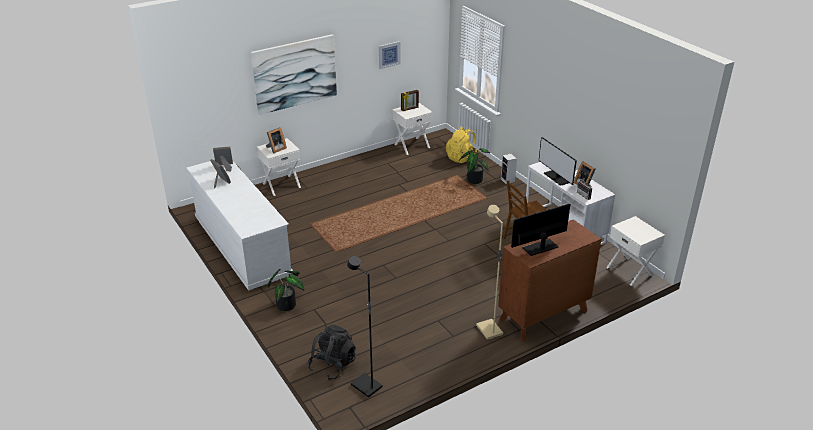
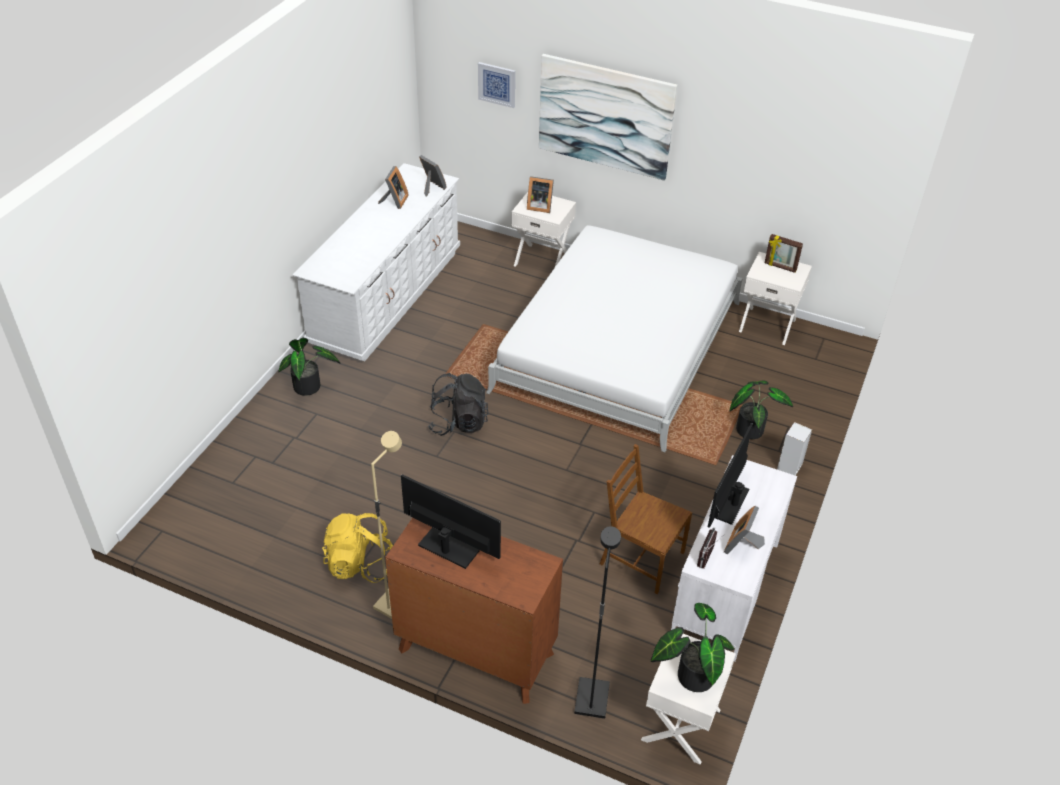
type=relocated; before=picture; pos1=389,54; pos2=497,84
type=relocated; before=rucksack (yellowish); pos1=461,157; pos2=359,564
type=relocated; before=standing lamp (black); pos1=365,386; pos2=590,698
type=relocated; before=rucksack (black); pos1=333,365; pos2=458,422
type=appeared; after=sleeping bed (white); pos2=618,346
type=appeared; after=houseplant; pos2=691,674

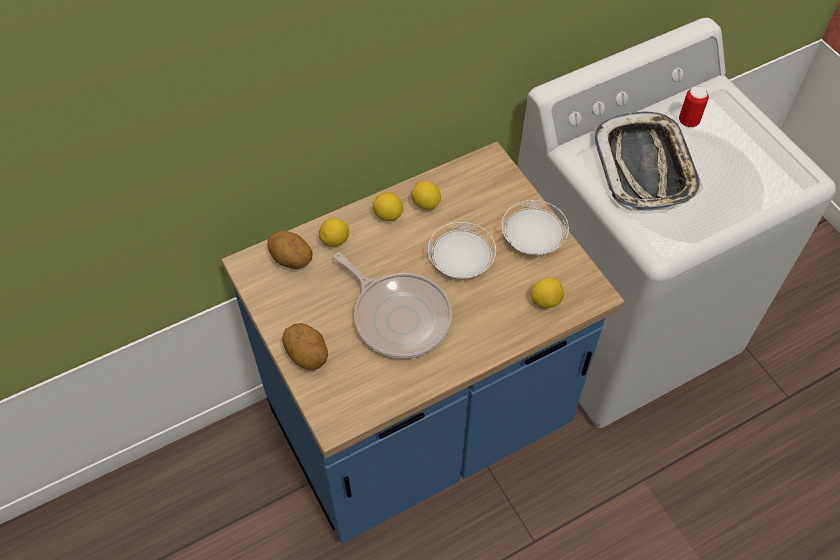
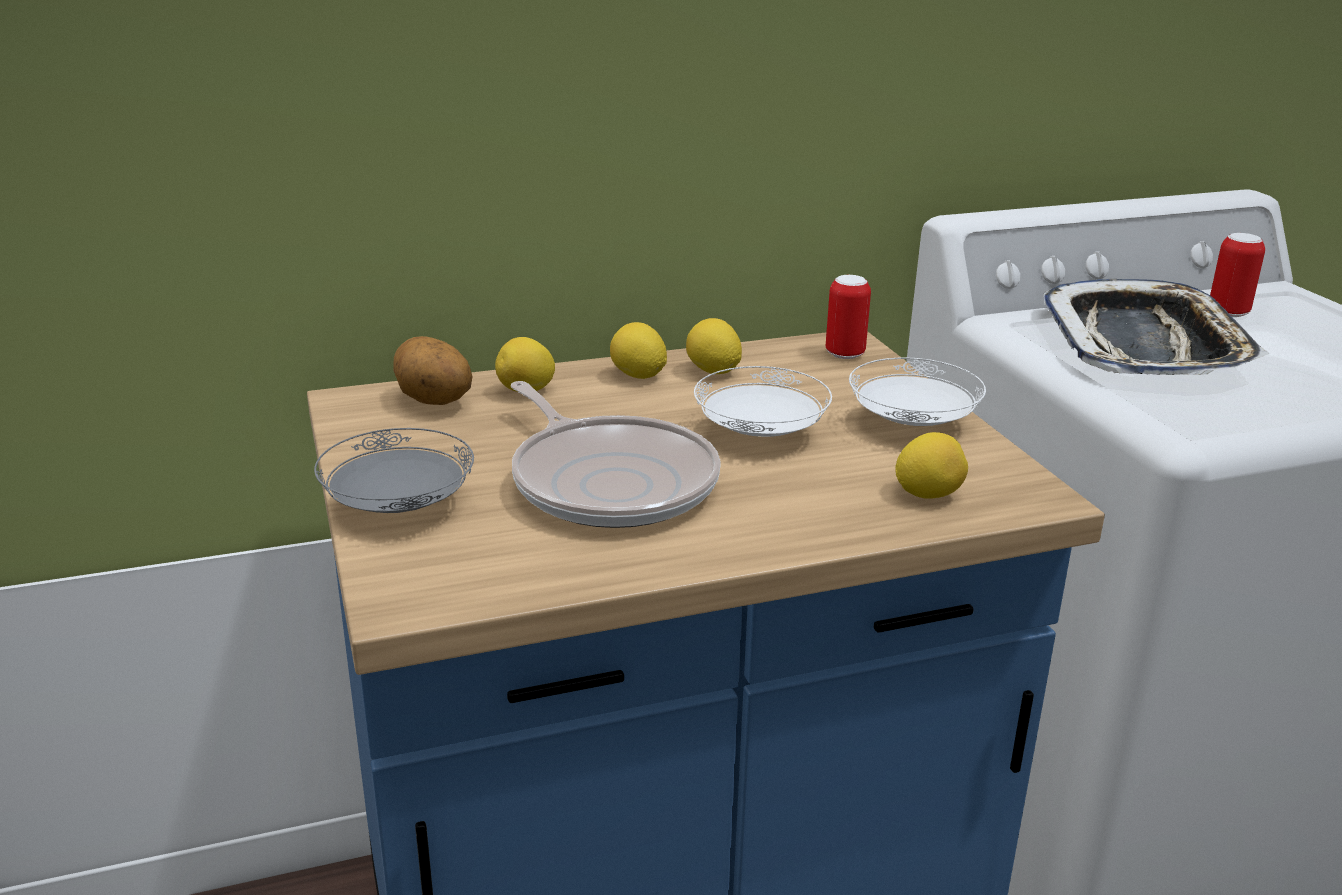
type=exchanged; before=potato; after=flat dish (greyish); pos1=307,355; pos2=398,507
type=appeared; after=sealed can; pos2=845,353

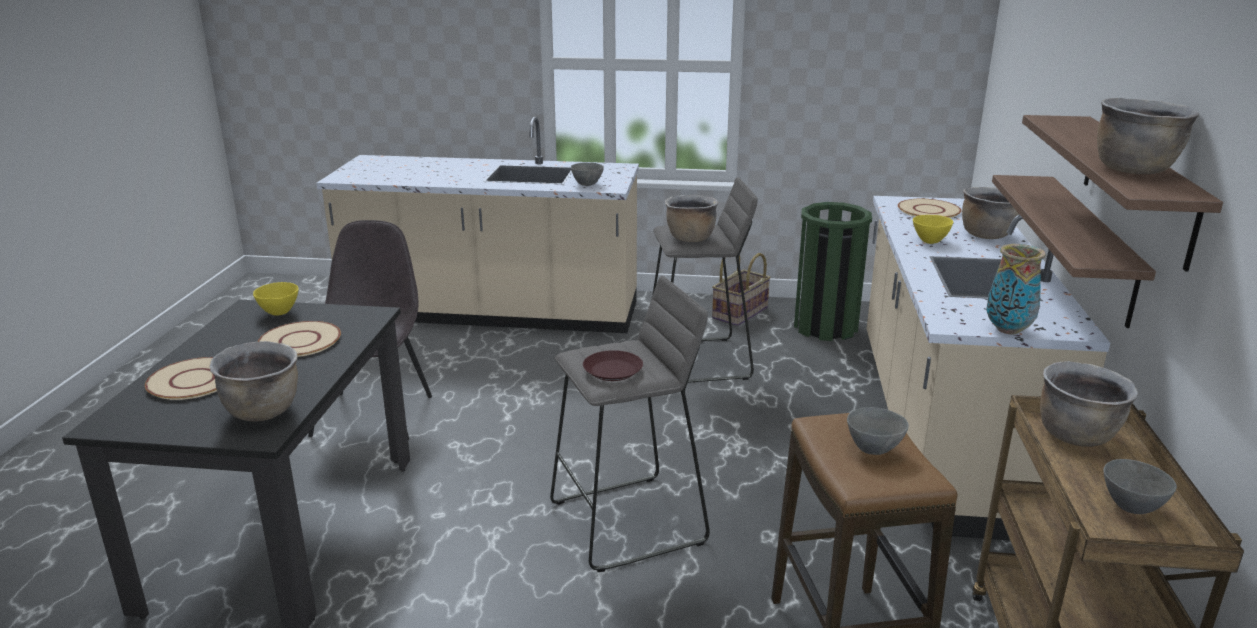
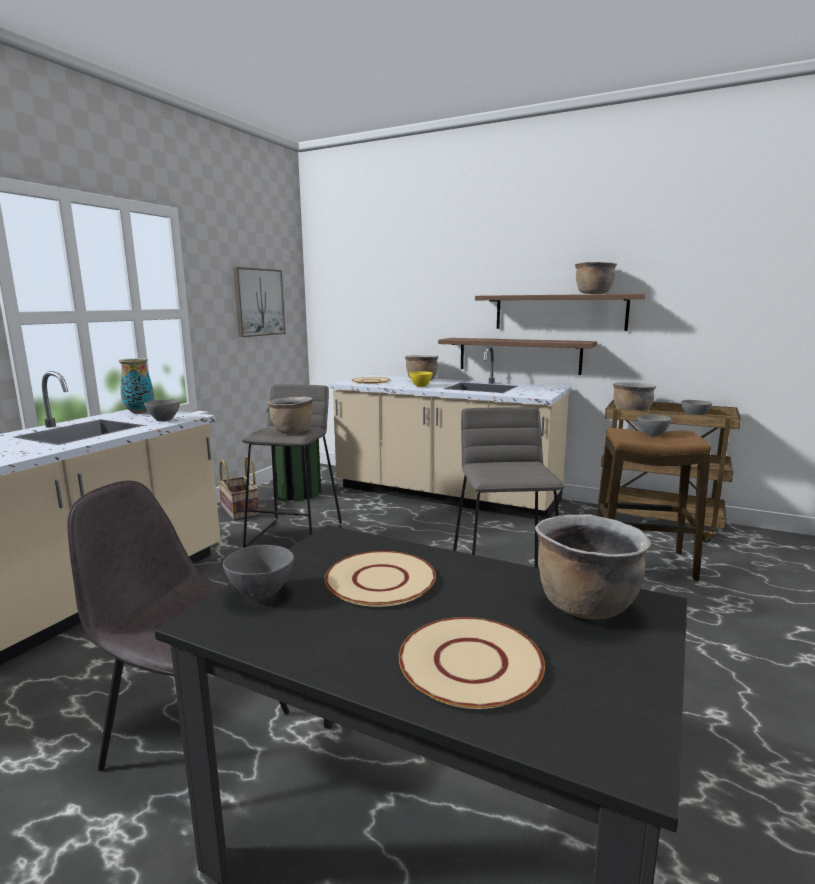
type=relocated; before=vase; pos1=1007,330; pos2=139,412
type=colour; before=serving bowl (yellowish); after=serving bowl (greyish); pos1=279,313; pos2=262,593
type=missing; before=flat dish (brown-coloured); pos1=612,371
type=appeared; after=picture; pos2=259,302

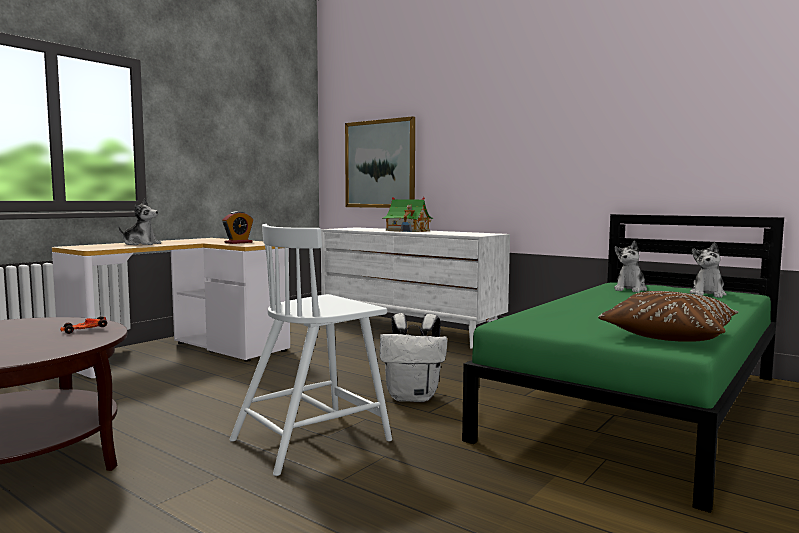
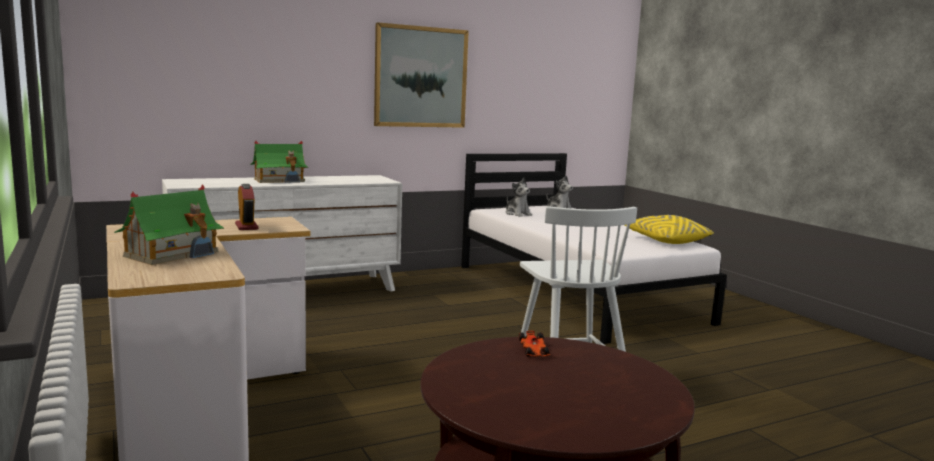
type=relocated; before=picture; pos1=380,164; pos2=421,77
type=exchanged; before=plush toy; after=toy house; pos1=141,244; pos2=172,254
type=colour; before=sleeping bed (green); after=sleeping bed (white); pos1=641,405; pos2=576,292
type=colour; before=cushion (brown-coloured); after=cushion (yellowish); pos1=668,335; pos2=666,240
type=missing; before=rucksack (white); pos1=413,397

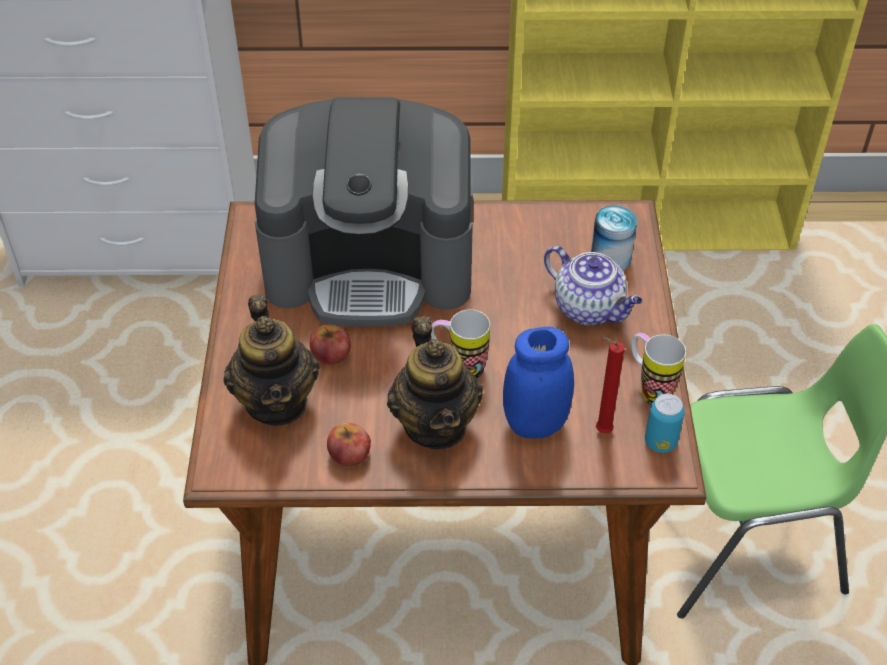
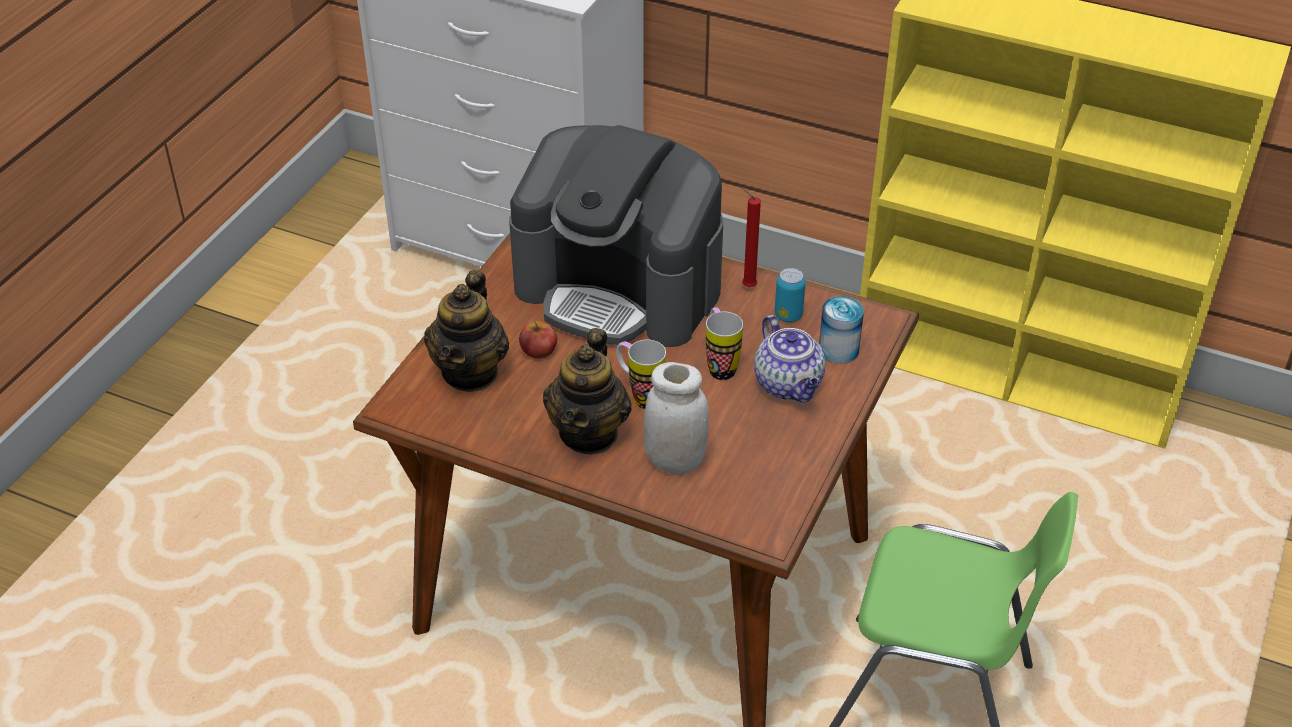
type=colour; before=preserve jar (blue-coloured); after=preserve jar (white); pos1=535,424; pos2=675,461
type=relocated; before=mug; pos1=649,389; pos2=719,365
type=relocated; before=candle (red-coloured); pos1=600,431; pos2=747,286
type=relocated; before=sealed can; pos1=660,442; pos2=788,315
type=missing; before=apple fruit; pos1=349,454

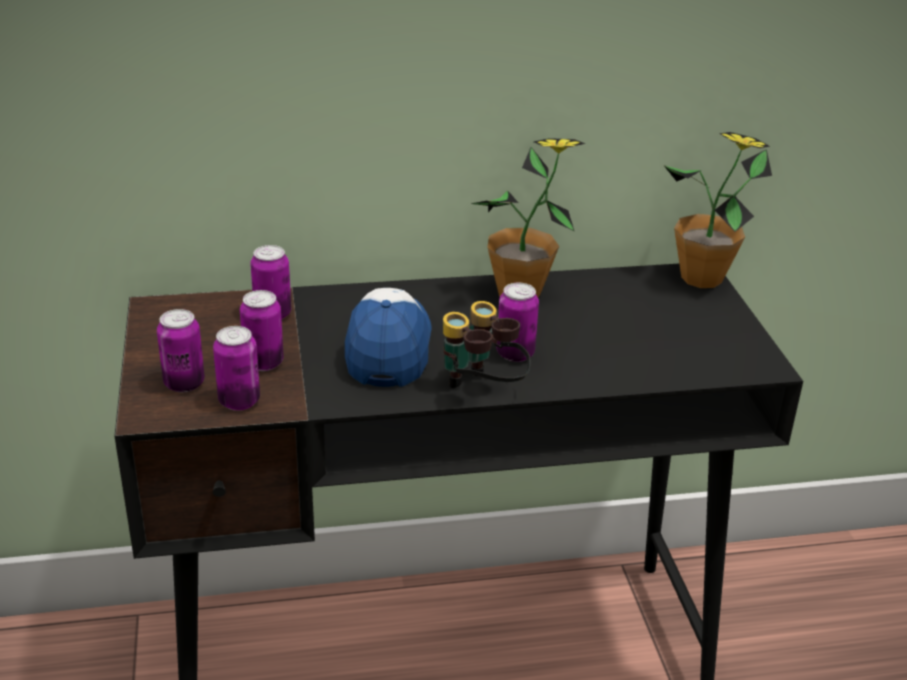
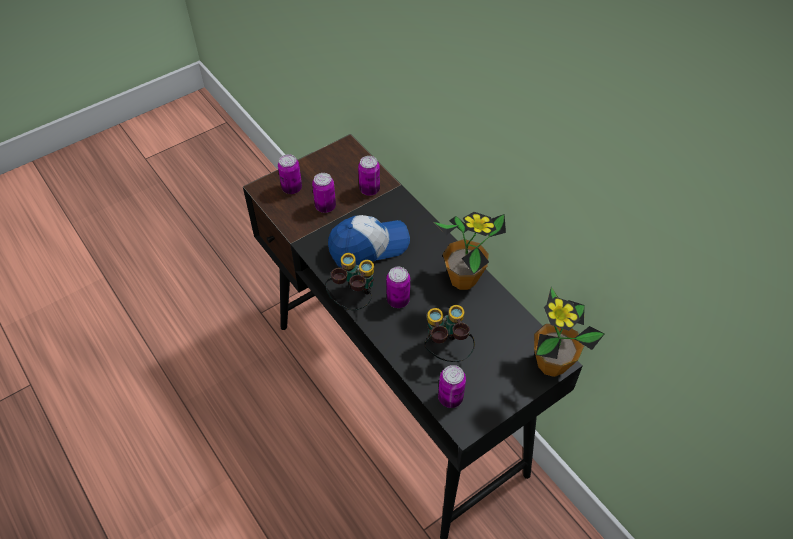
type=relocated; before=sealed can; pos1=239,401; pos2=450,398
type=appeared; after=binoculars; pos2=446,350

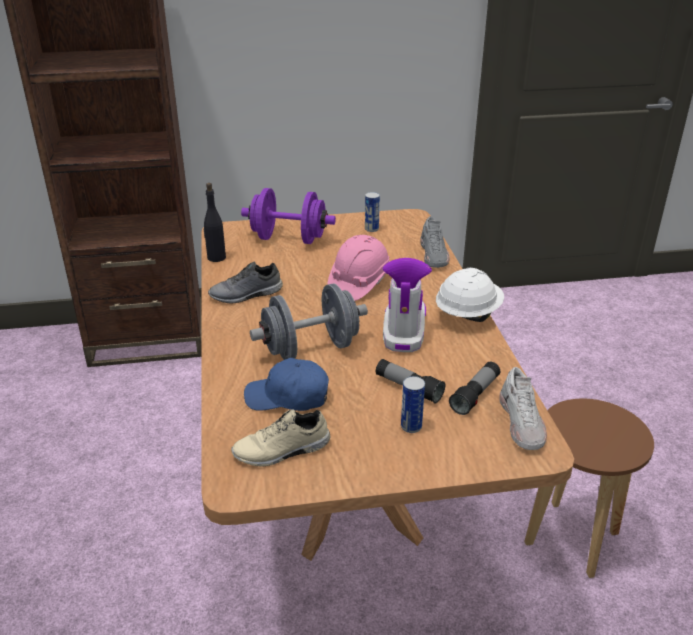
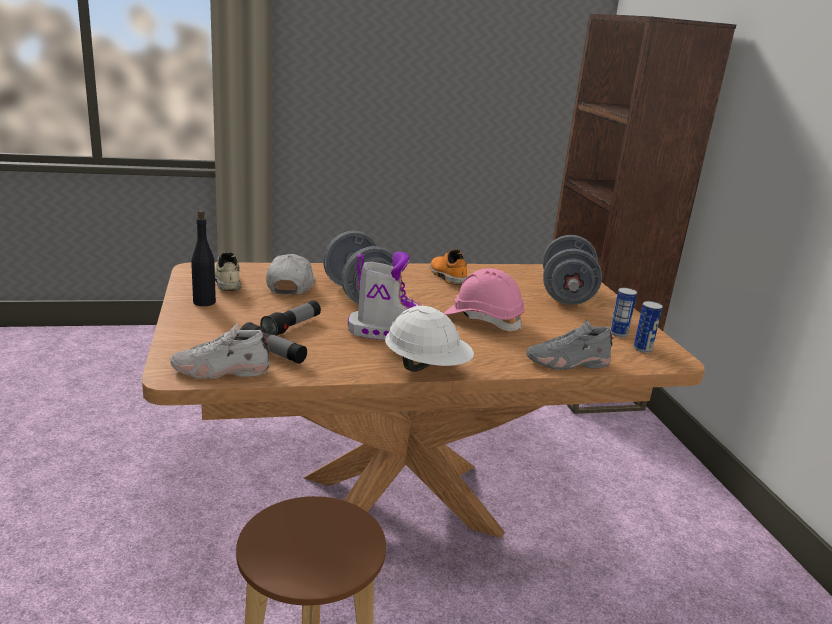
type=relocated; before=bottle (black); pos1=216,258; pos2=204,302
type=colour; before=hand weight (purple-coloured); after=hand weight (greyish); pos1=289,239; pos2=566,294
type=colour; before=item of footwear (greyish); after=item of footwear (orange-coloured); pos1=246,295; pos2=447,276
type=colour; before=cap (blue-coloured); after=cap (white); pos1=288,397; pos2=291,285
type=relocated; before=sealed can; pos1=411,426; pos2=642,349

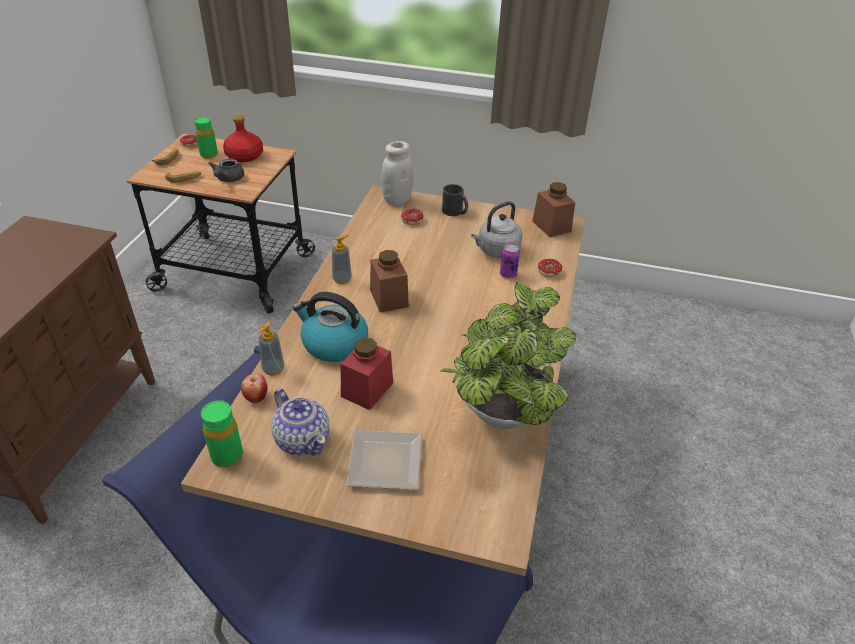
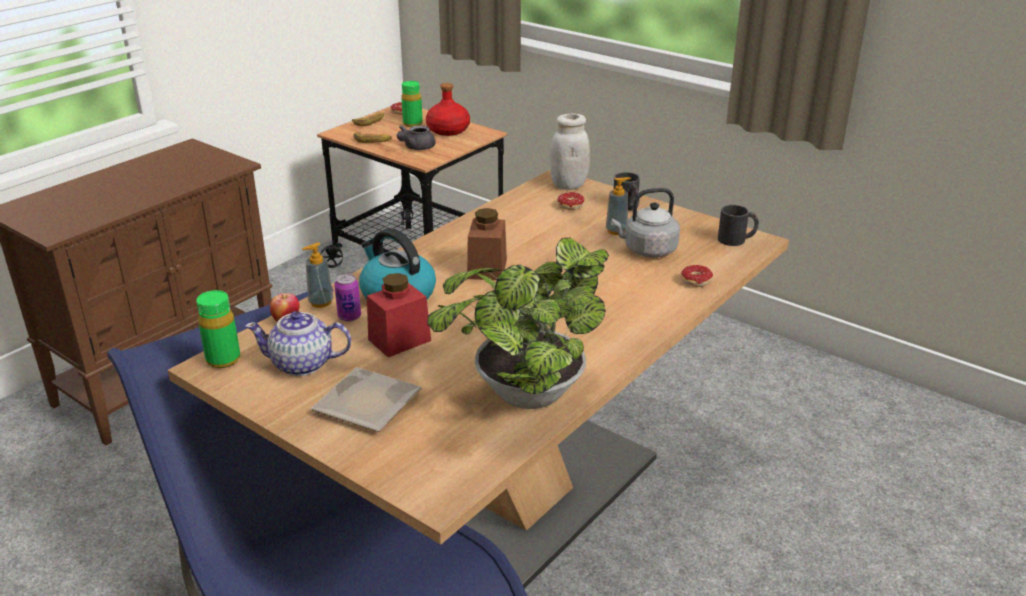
type=exchanged; before=preserve jar (brown-coloured); after=mug (black); pos1=551,226; pos2=737,239
type=relocated; before=liquid soap bottle; pos1=342,279; pos2=616,231
type=relocated; before=sealed can; pos1=508,274; pos2=349,317
type=spun; before=teapot; pos1=302,439; pos2=303,364; turn=105

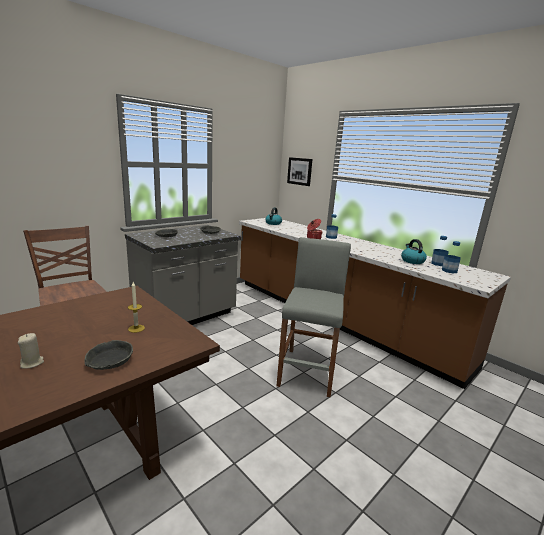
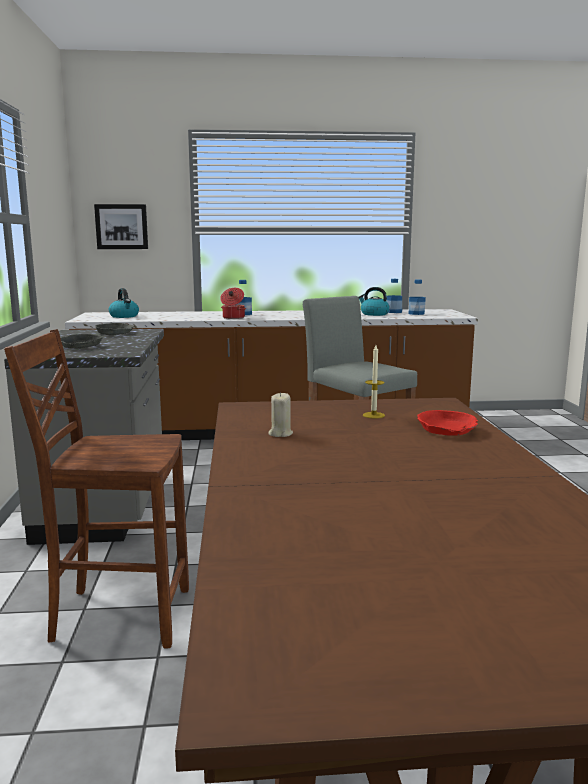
type=relocated; before=candle (beige); pos1=32,363; pos2=280,433
type=colour; before=serving bowl (greyish); after=serving bowl (red-coloured); pos1=109,361; pos2=446,430

